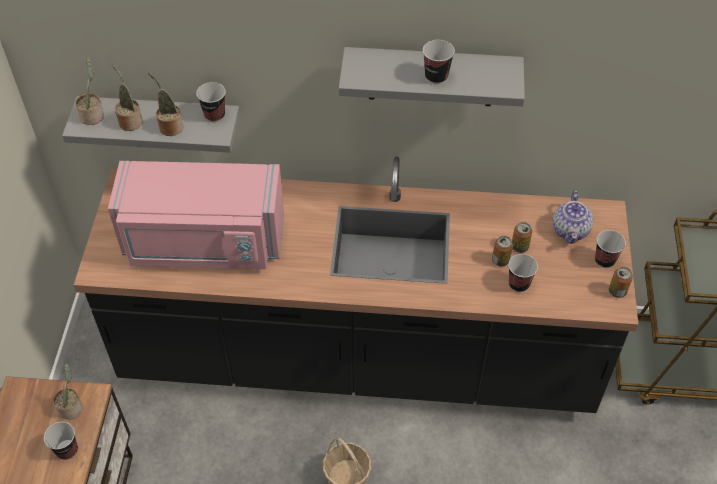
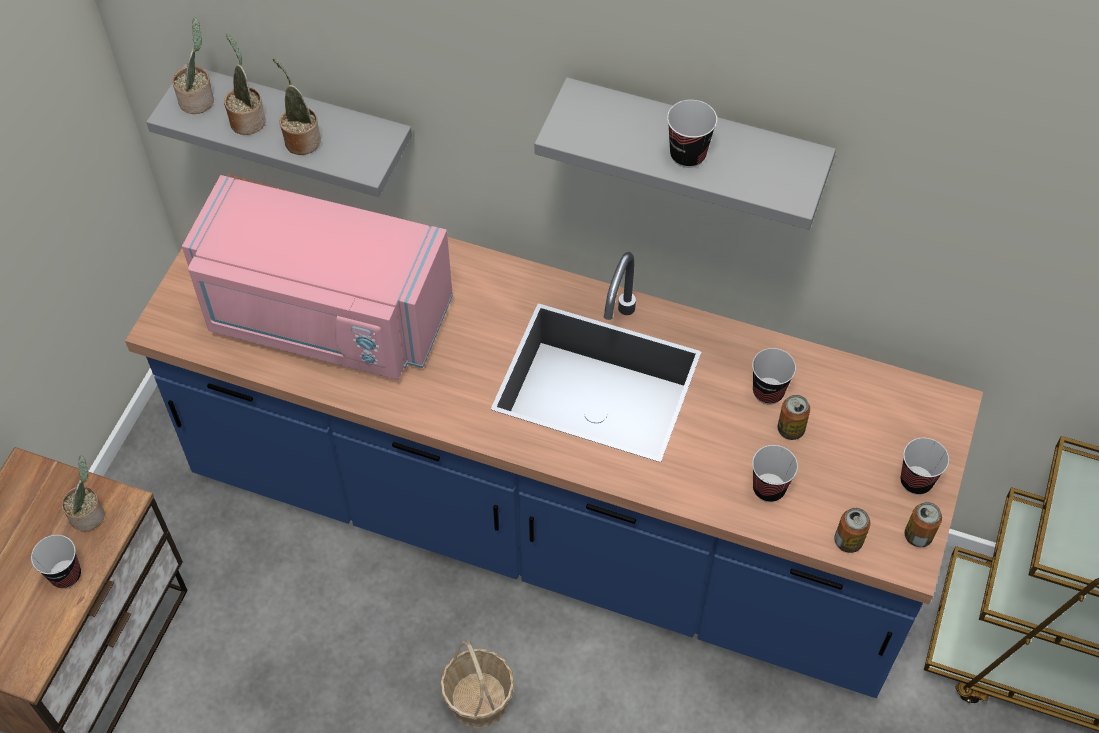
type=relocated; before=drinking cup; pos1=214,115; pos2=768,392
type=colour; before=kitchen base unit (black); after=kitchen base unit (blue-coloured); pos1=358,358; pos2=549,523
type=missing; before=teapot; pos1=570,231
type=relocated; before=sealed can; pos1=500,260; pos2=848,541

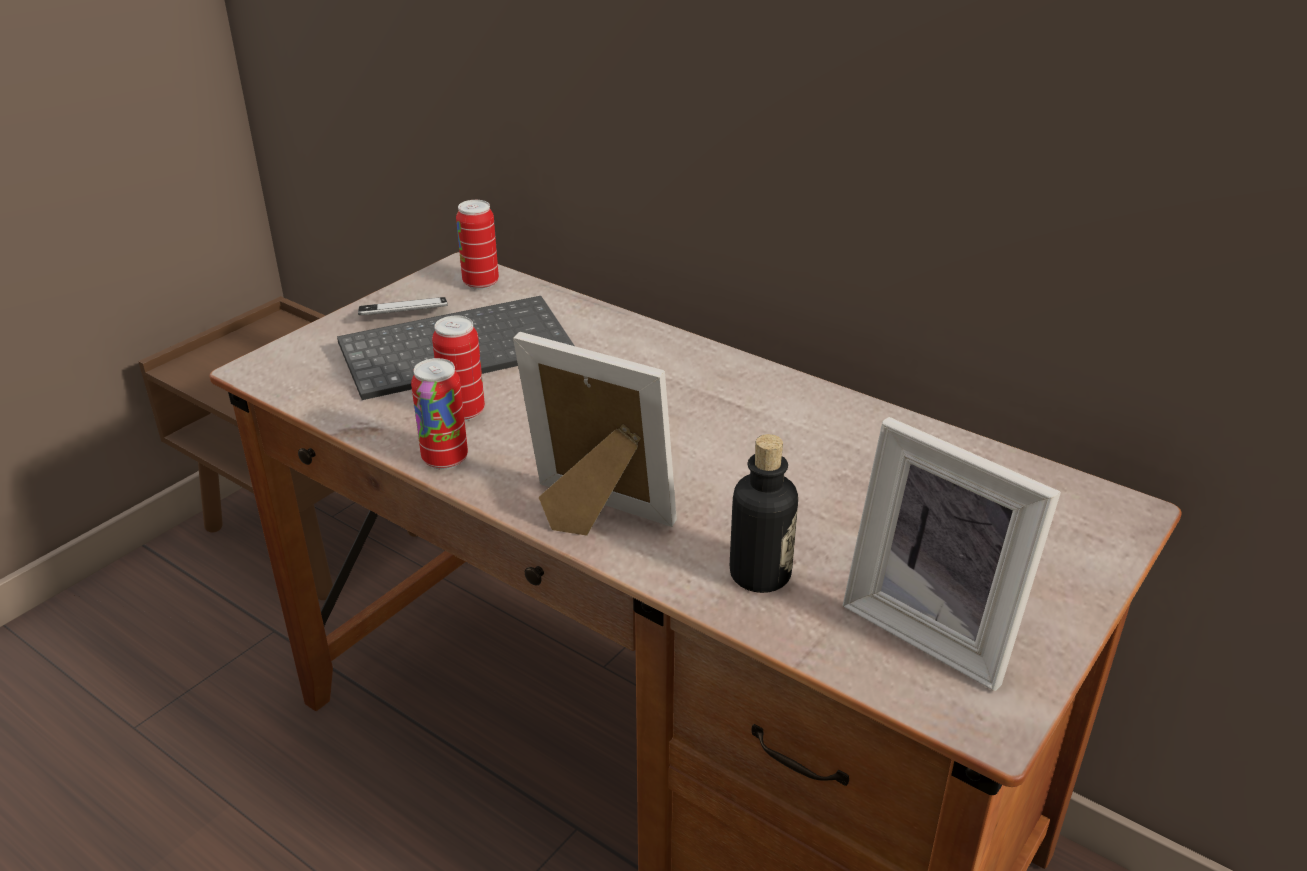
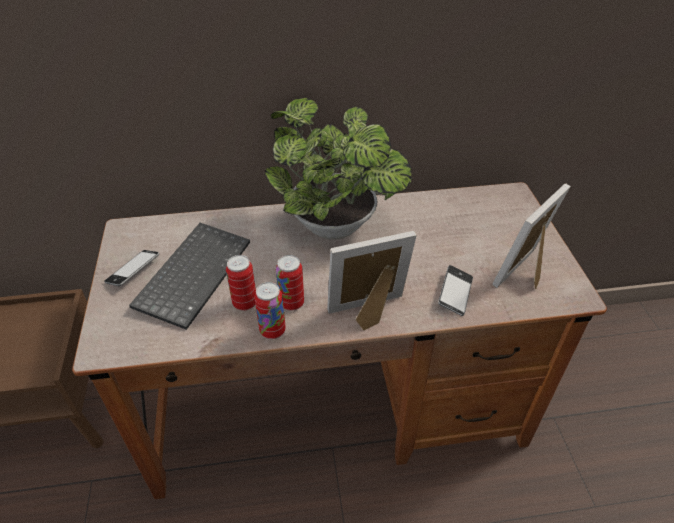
type=relocated; before=sealed can; pos1=481,283; pos2=292,303
type=spun; before=photo frame; pos1=936,628; pos2=526,274; turn=135
type=exchanged; before=bottle; after=phone; pos1=760,574; pos2=455,293
type=appeared; after=houseplant; pos2=338,229

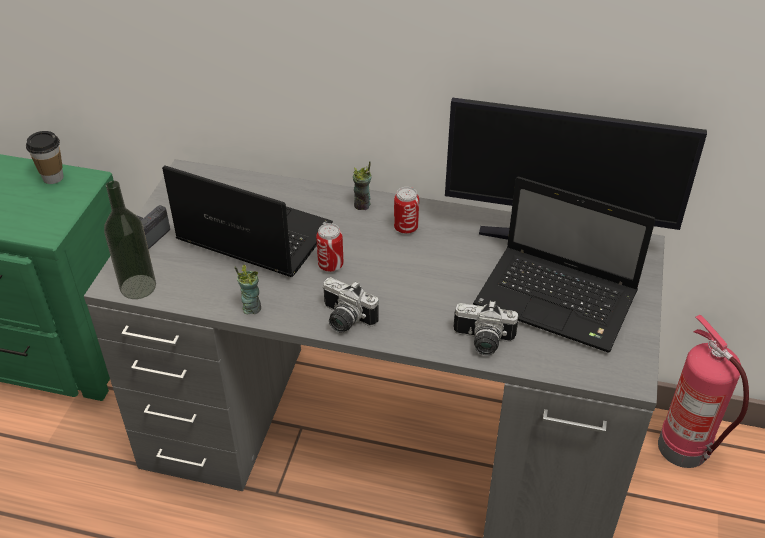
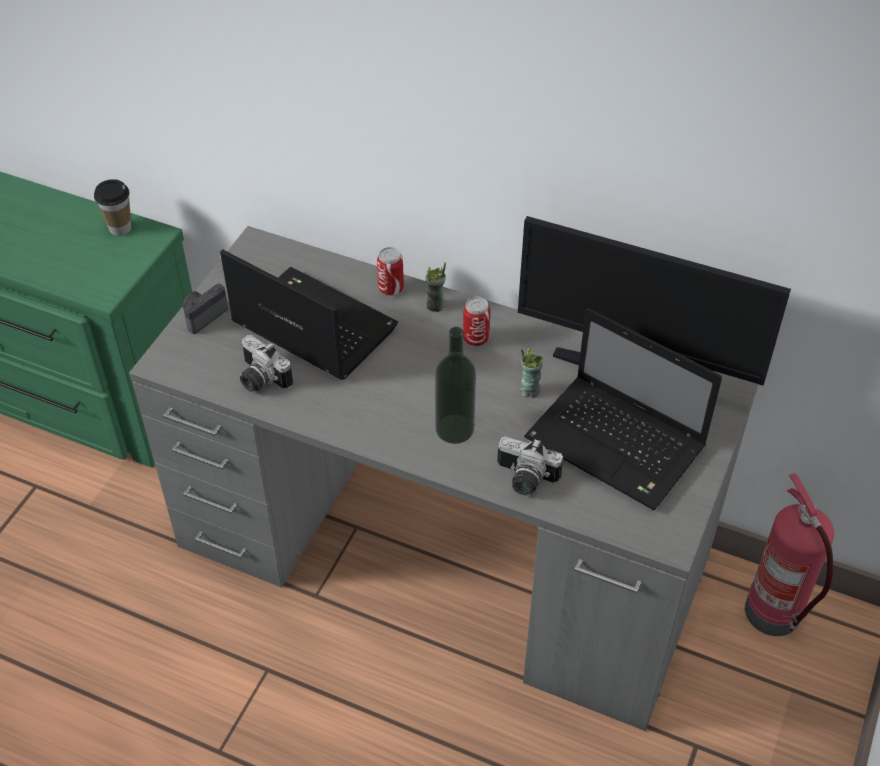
type=relocated; before=bottle; pos1=138,286; pos2=454,429
type=relocated; before=sealed can; pos1=330,265; pos2=391,289
type=relocated; before=drinking cup; pos1=251,308; pos2=529,390
type=relocated; before=still camera; pos1=344,320; pos2=260,379

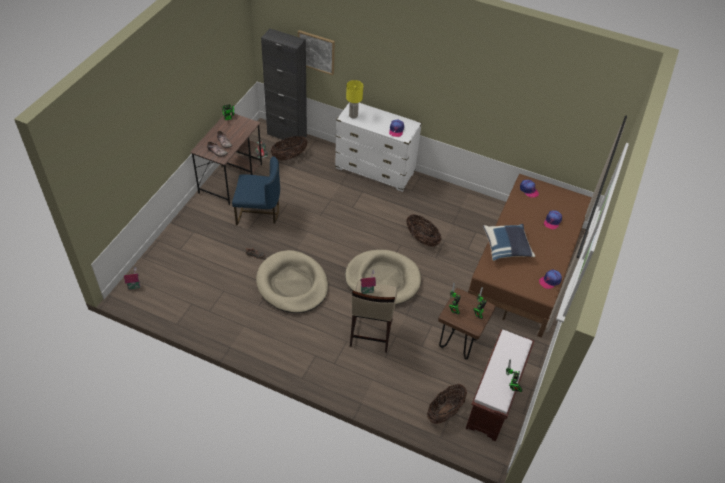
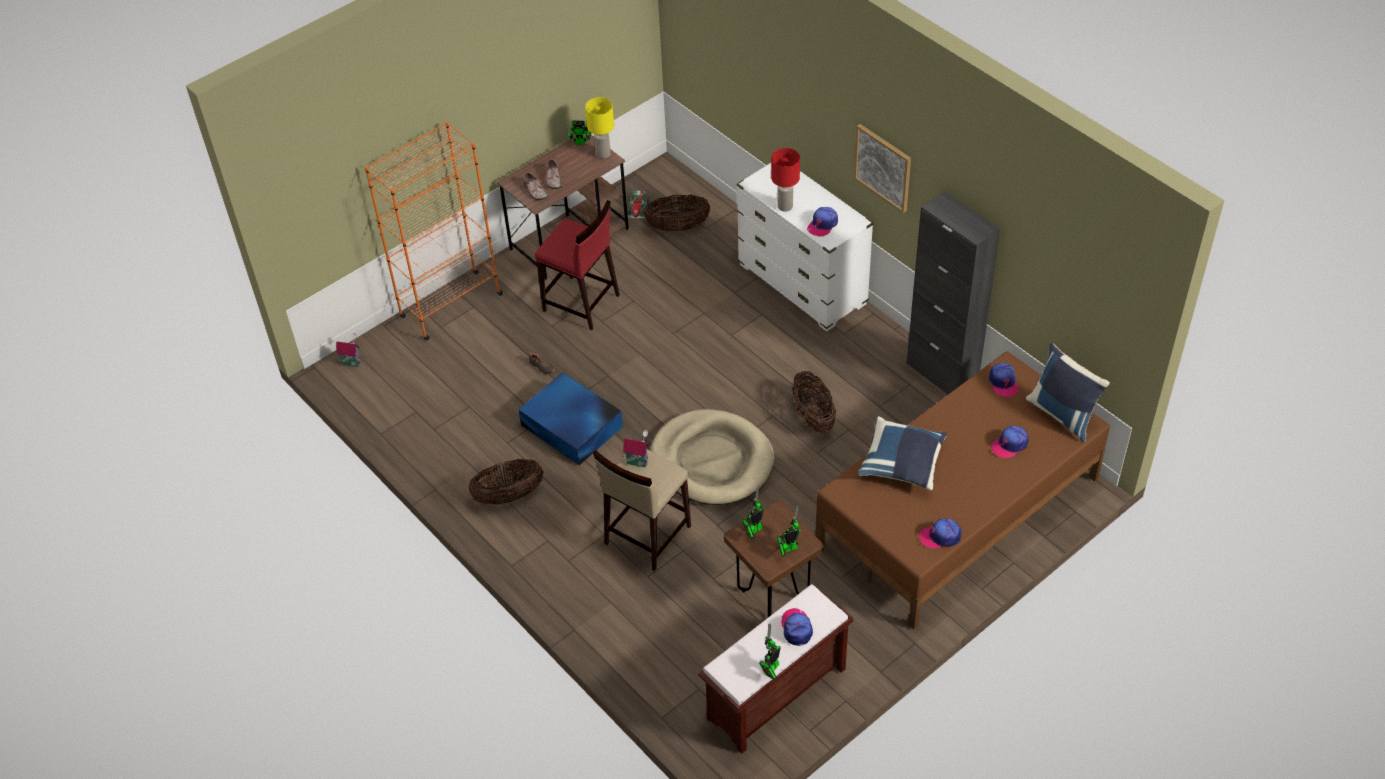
type=relocated; before=cupboard (black); pos1=287,135; pos2=942,374
type=relocated; before=picture; pos1=316,52; pos2=883,167
type=relocated; before=table lamp (yellowish); pos1=353,116; pos2=603,154
type=exchanged; before=upright chair (blue-coloured); after=stool seat (red-coloured); pos1=258,213; pos2=581,304
type=exchanged; before=pet bed (beige); after=storage bin (blue-coloured); pos1=292,284; pos2=572,427
type=relocated; before=basket; pos1=444,411; pos2=508,496
type=appeared; after=bookshelf (orange-coloured); pos2=451,306
type=appeared; after=table lamp (red-coloured); pos2=784,206
type=appeared; after=cushion (blue-coloured); pos2=1062,414
type=appeared; after=cap; pos2=797,628

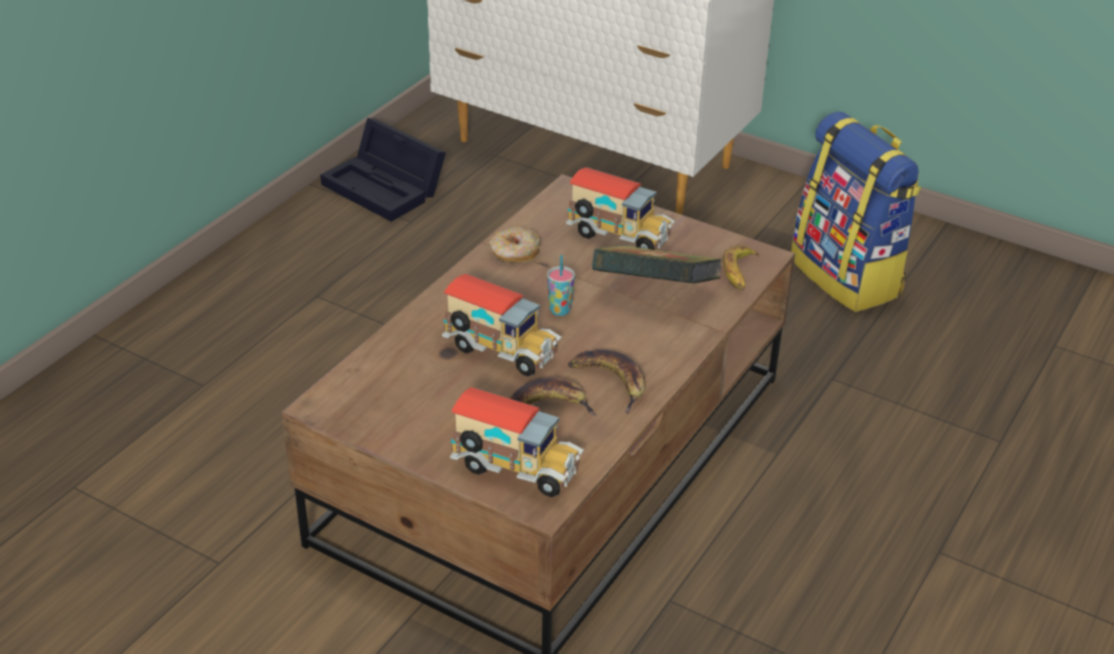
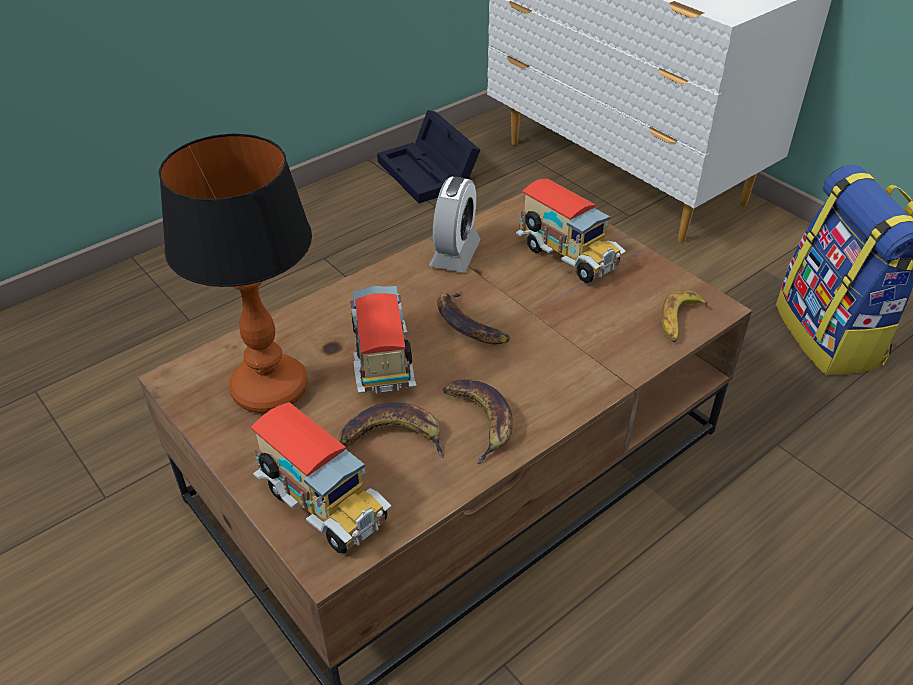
type=exchanged; before=ring doughnut; after=table clock; pos1=515,252; pos2=455,254
type=missing; before=bound book; pos1=655,294
type=exchanged; before=drinking cup; after=banana fruit; pos1=560,310; pos2=468,324
type=spun; before=toy truck; pos1=500,352; pos2=383,359; turn=-150
type=appeared; after=table lamp; pos2=268,389

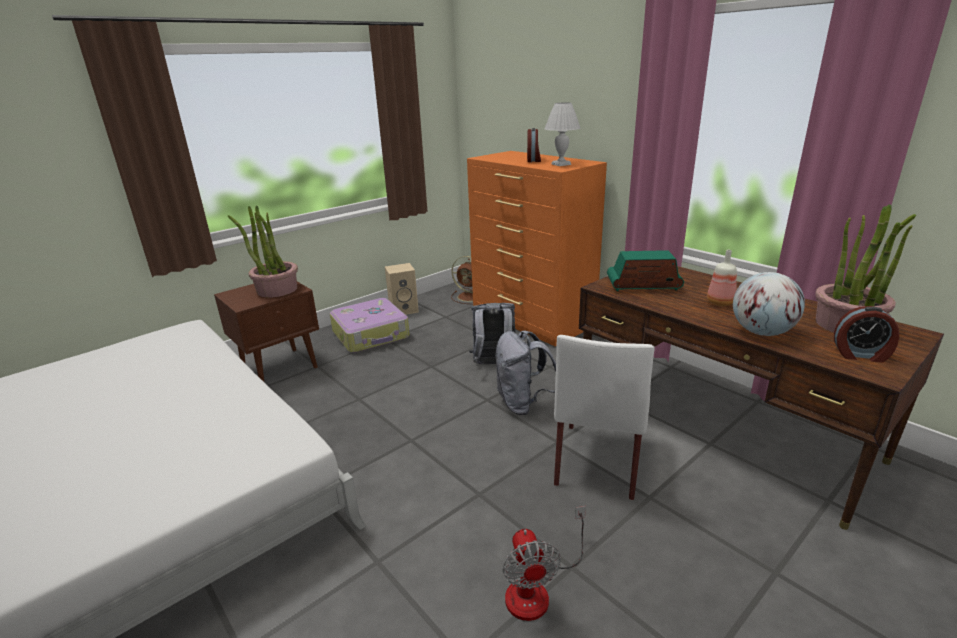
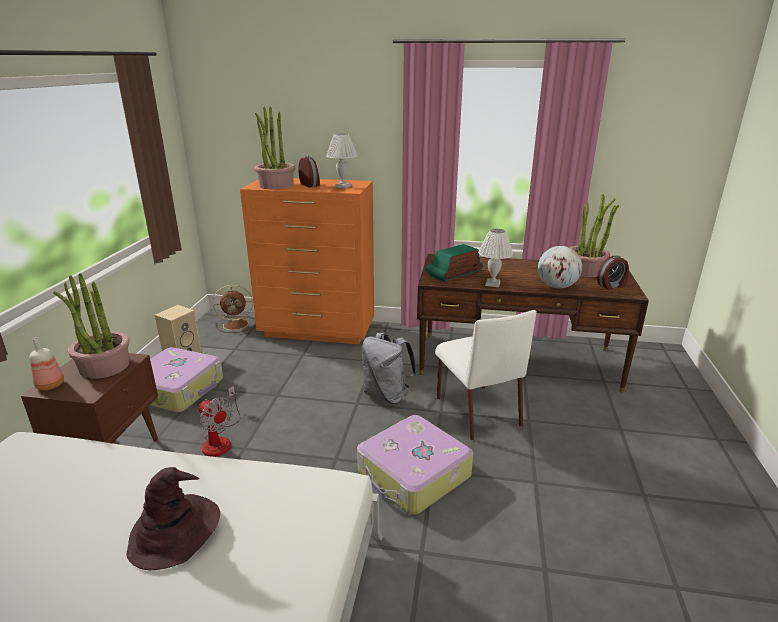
type=relocated; before=bottle; pos1=721,303; pos2=51,385
type=missing; before=rucksack (greyish); pos1=494,365
type=relocated; before=electric fan; pos1=537,588; pos2=220,440
type=appeared; after=houseplant; pos2=276,185
type=appeared; after=table lamp (white); pos2=493,284
type=appeared; after=piece of luggage; pos2=413,474
type=appeared; after=wearable hat (brown-coloured); pos2=175,532

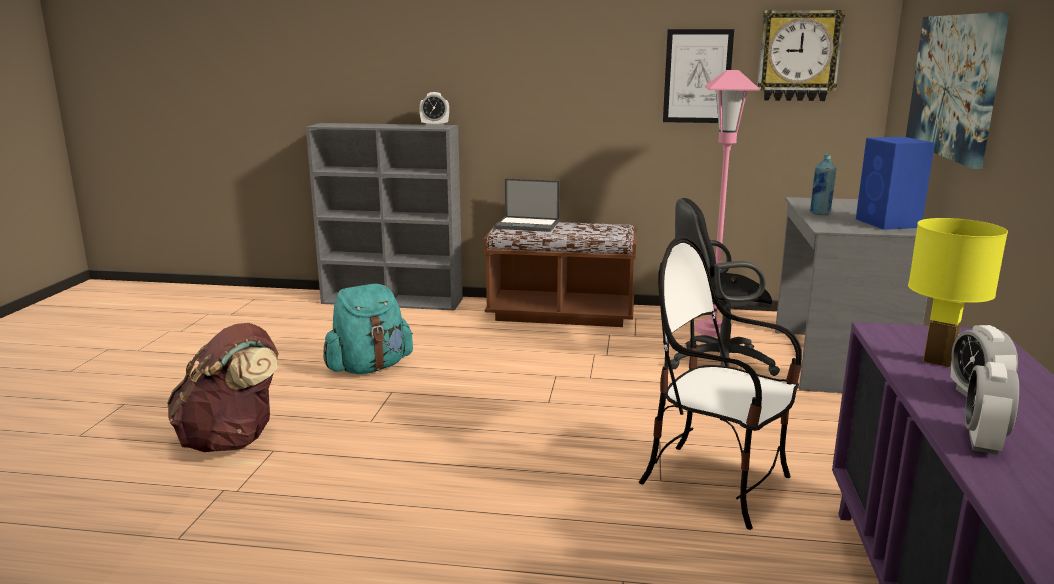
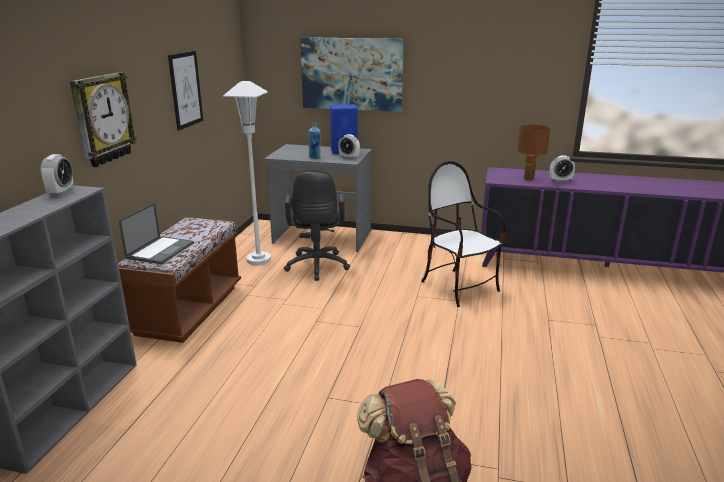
type=relocated; before=wall clock; pos1=798,56; pos2=102,119
type=colour; before=standing lamp (pink); after=standing lamp (white); pos1=712,330; pos2=258,260
type=colour; before=table lamp (yellowish); after=table lamp (brown-coloured); pos1=937,361; pos2=529,179
type=spun; before=upright chair; pos1=716,483; pos2=459,287; turn=105
type=missing; before=rucksack (turquoise); pos1=369,367
type=relocated; before=table clock; pos1=983,442; pos2=349,157

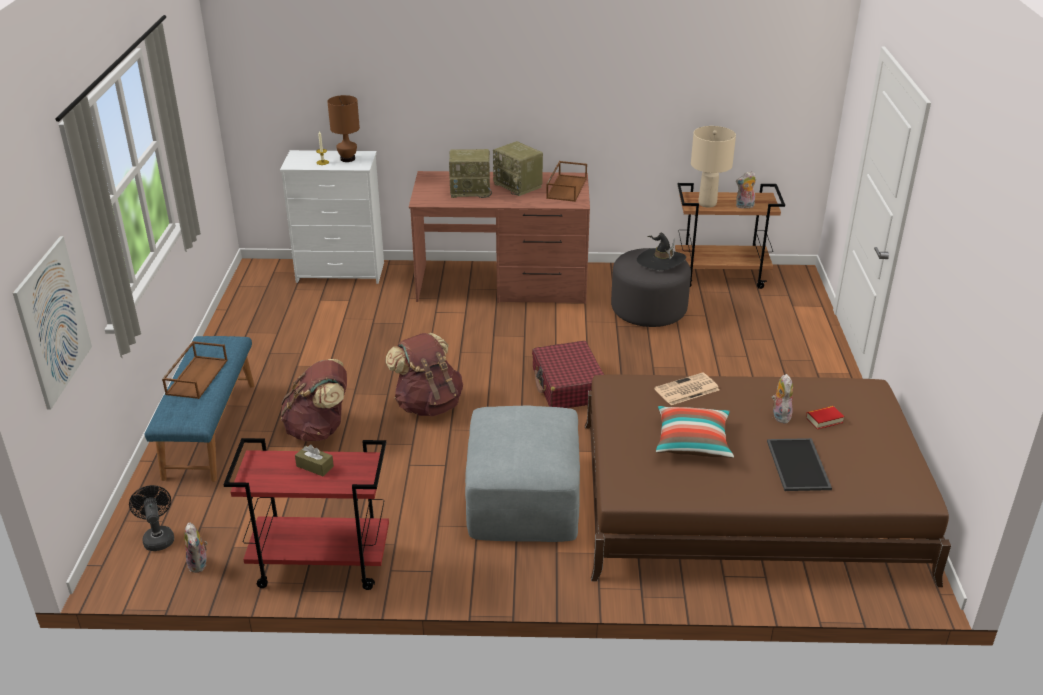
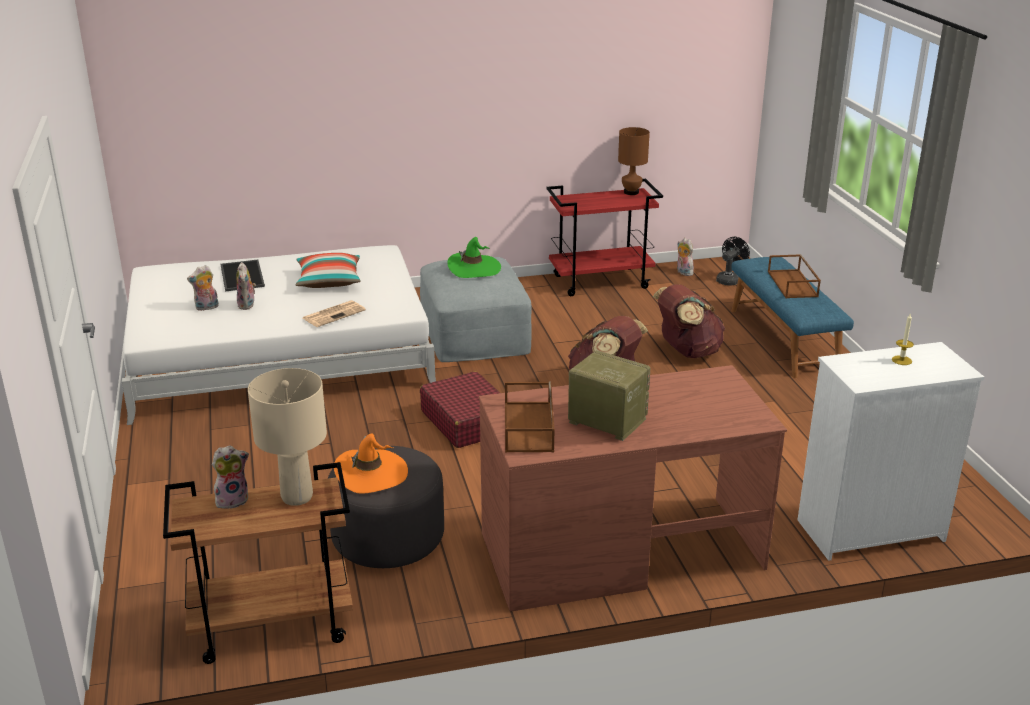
type=relocated; before=table lamp (brown-coloured); pos1=348,159; pos2=631,192
type=missing; before=radio receiver; pos1=471,190
type=colour; before=wearable hat (black); after=wearable hat (orange-coloured); pos1=661,261; pos2=371,473
type=missing; before=picture; pos1=53,321
type=colour; before=sleeping bed (brown-coloured); after=sleeping bed (white); pos1=746,499; pos2=280,354
type=exchanged; before=bound book; after=plush toy; pos1=824,420; pos2=206,308
type=missing; before=tissue box (brown-coloured); pos1=315,466
type=spun; before=electric fan (black); pos1=158,537; pos2=729,279; turn=-105
type=appeared; after=wearable hat (green); pos2=474,268

